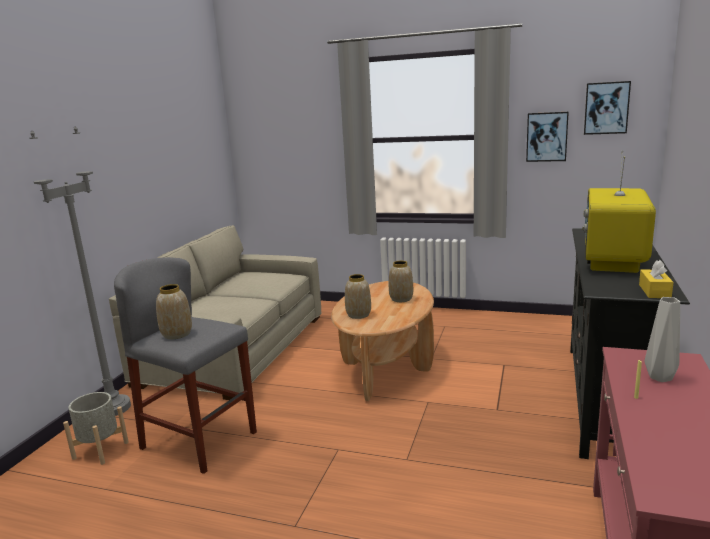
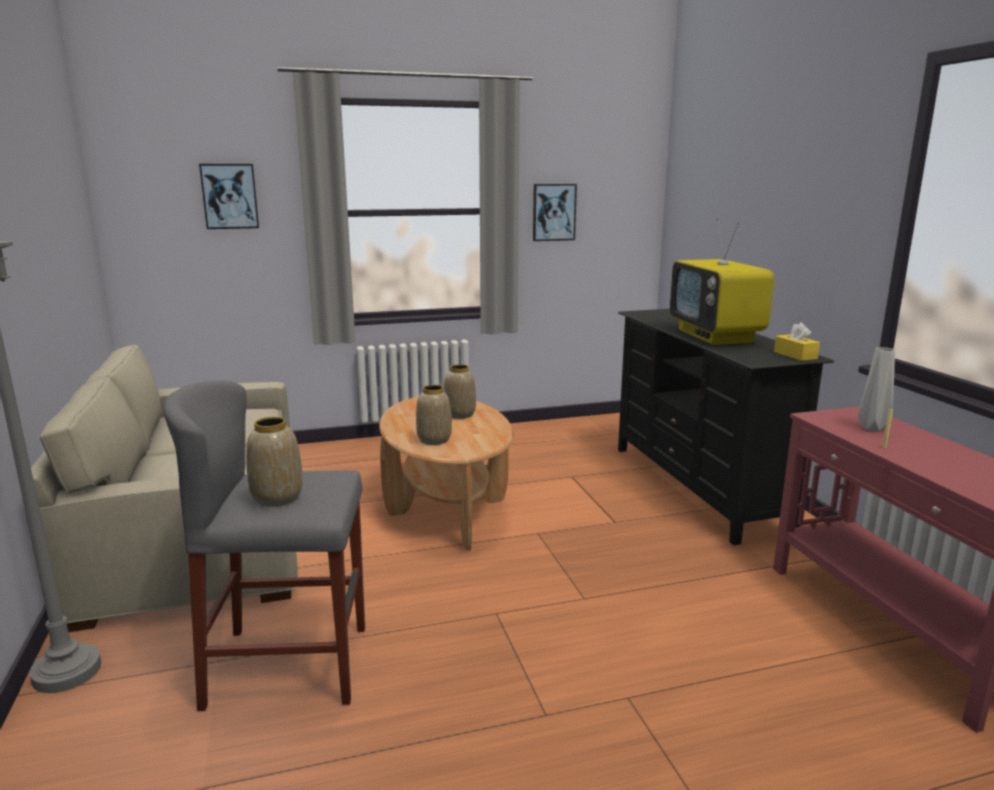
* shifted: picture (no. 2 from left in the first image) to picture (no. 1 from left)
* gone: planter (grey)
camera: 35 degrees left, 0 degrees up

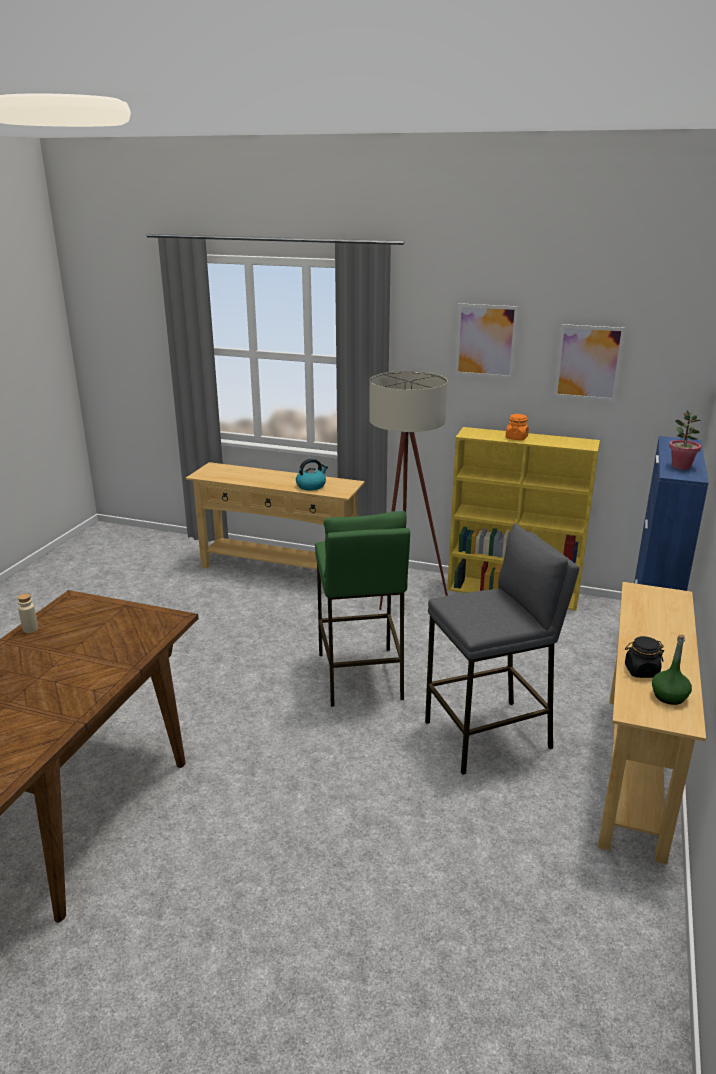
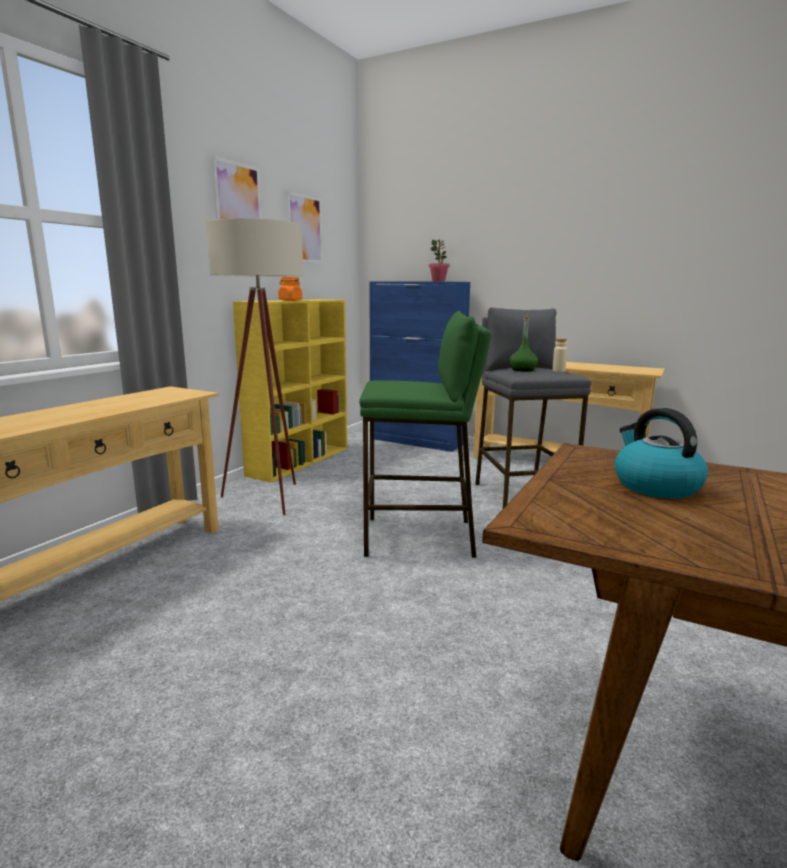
* shifted: bottle (green)
* shifted: bottle (beige)
* shifted: kettle
* gone: jar (black)
camera: 80 degrees left, 10 degrees down

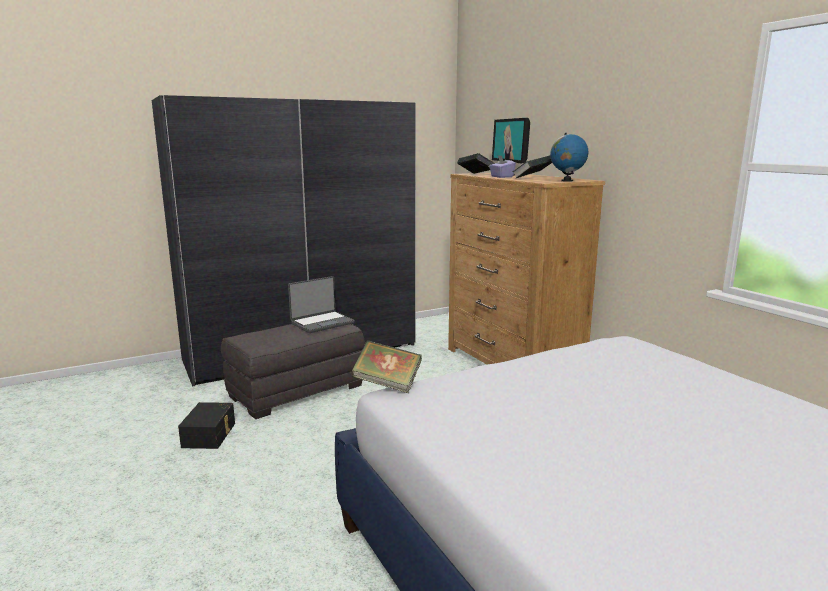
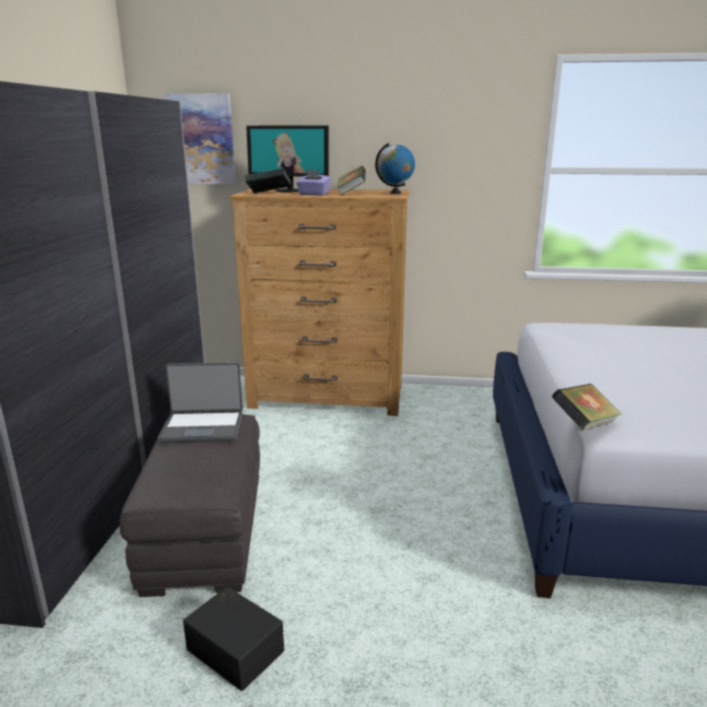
* rotated: laptop 90 degrees clockwise
* new: picture
camera: 55 degrees left, 5 degrees up

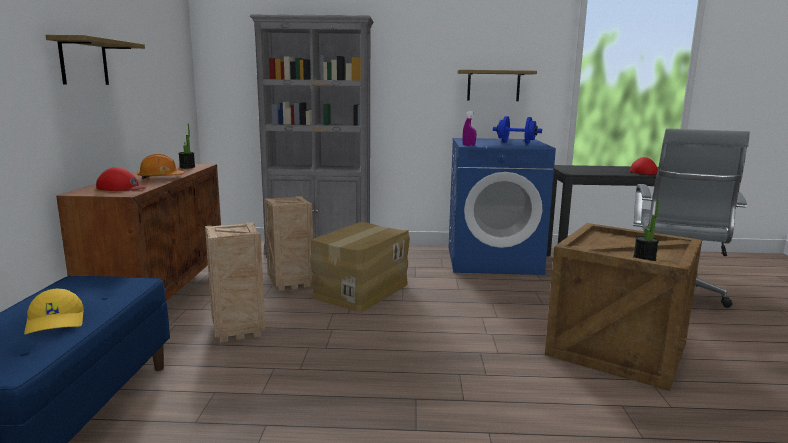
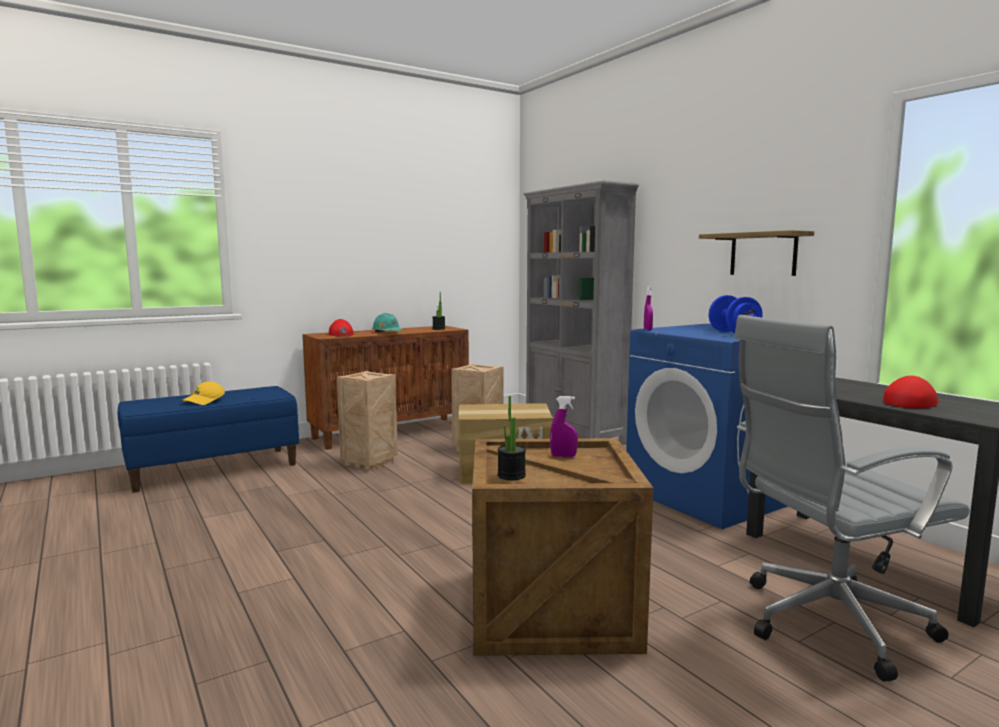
* repainted: hard hat (orange) to hard hat (turquoise)
* new: spray bottle (purple) (no. 1 from left)
* gone: shelf (no. 1 from left)
camera: 55 degrees right, 5 degrees down

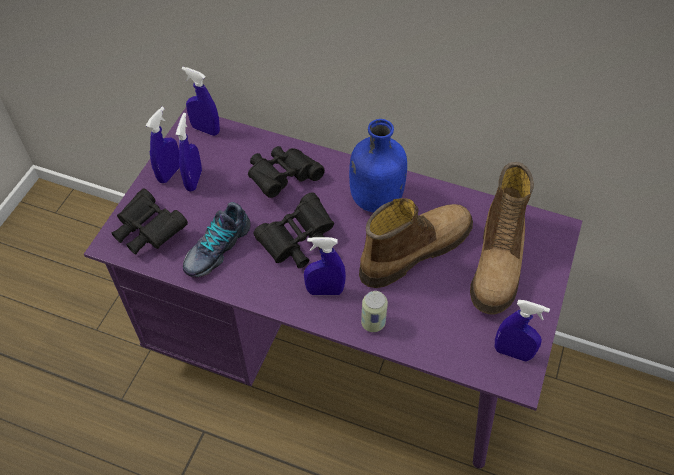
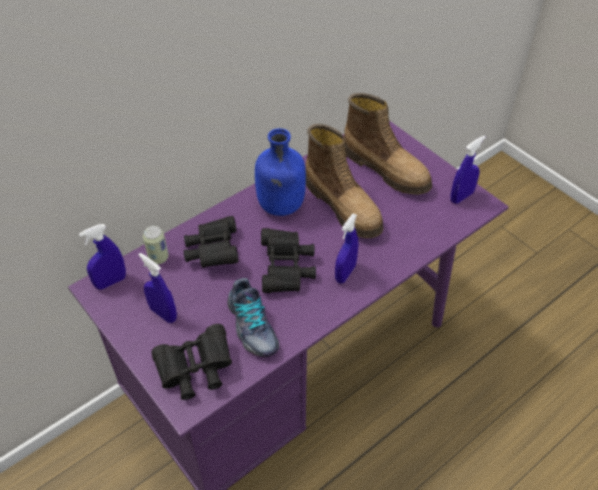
* shifted: can
* rotated: boot (no. 1 from left) 150 degrees clockwise
* gone: spray bottle (blue) (no. 1 from left)
camera: 60 degrees left, 5 degrees down

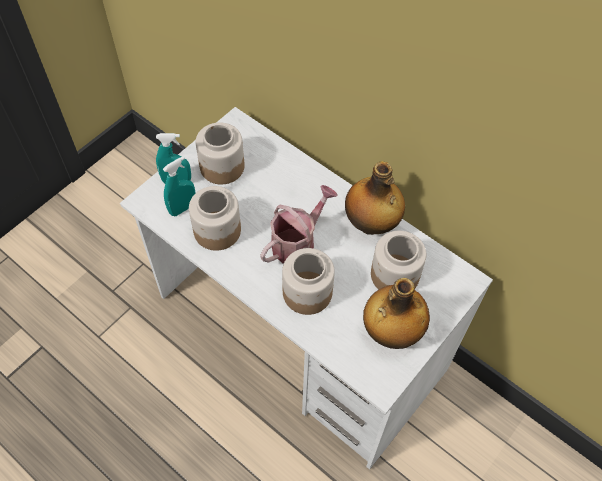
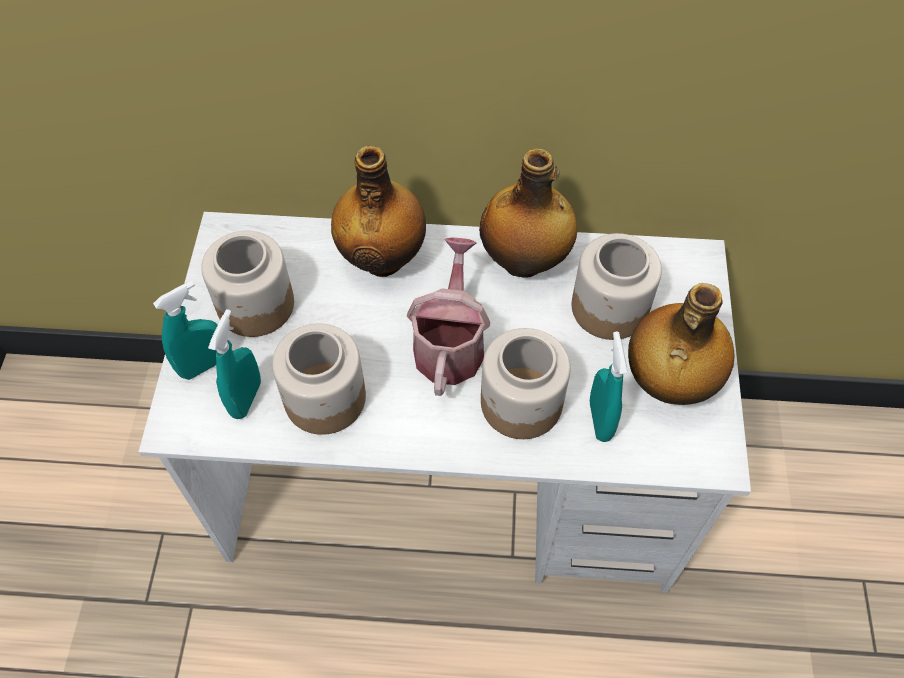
* new: bottle (no. 1 from left)
* new: spray bottle (turquoise) (no. 3 from left)
camera: 35 degrees left, 0 degrees up

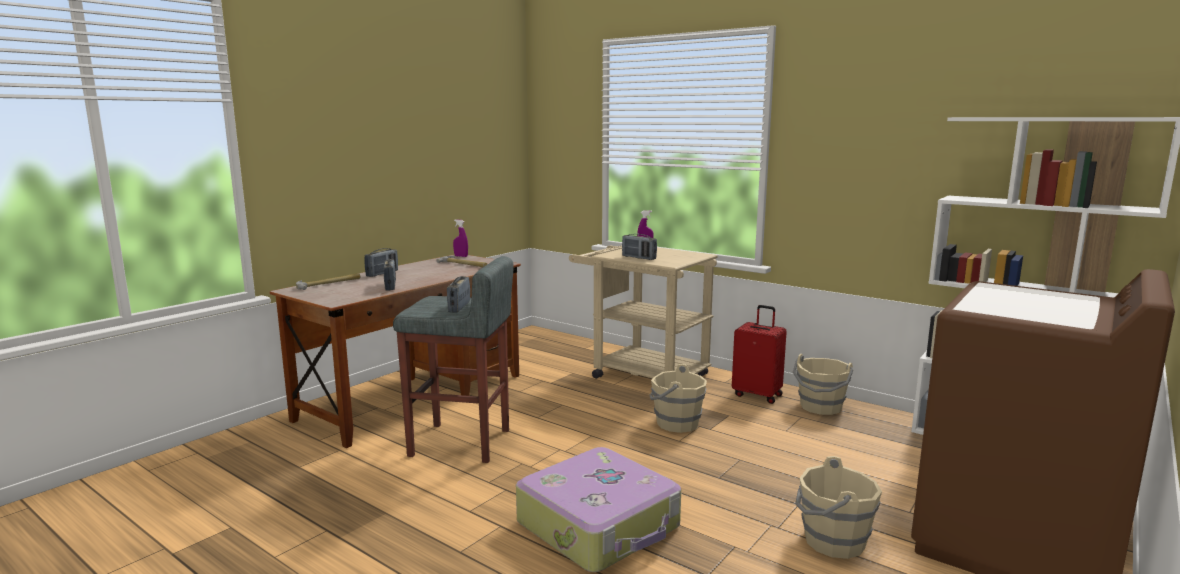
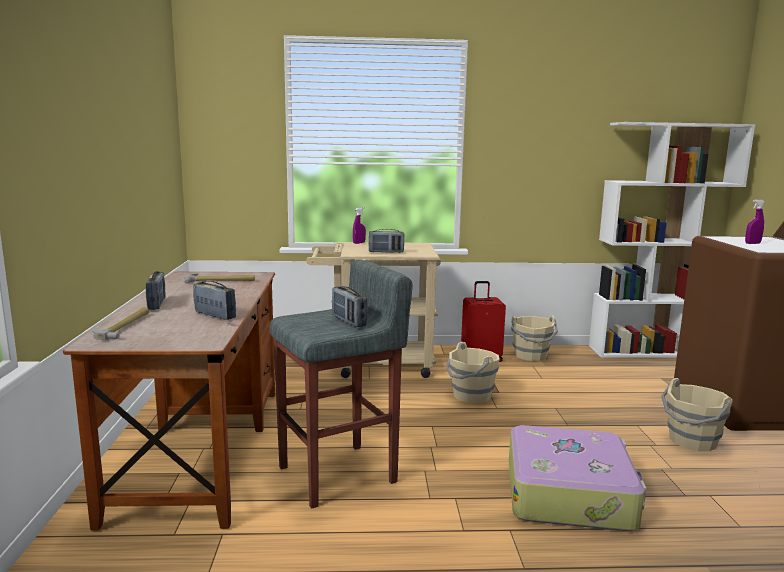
* shifted: spray bottle (purple) (no. 1 from left in the first image) to spray bottle (purple) (no. 2 from left)
camera: 40 degrees left, 0 degrees up

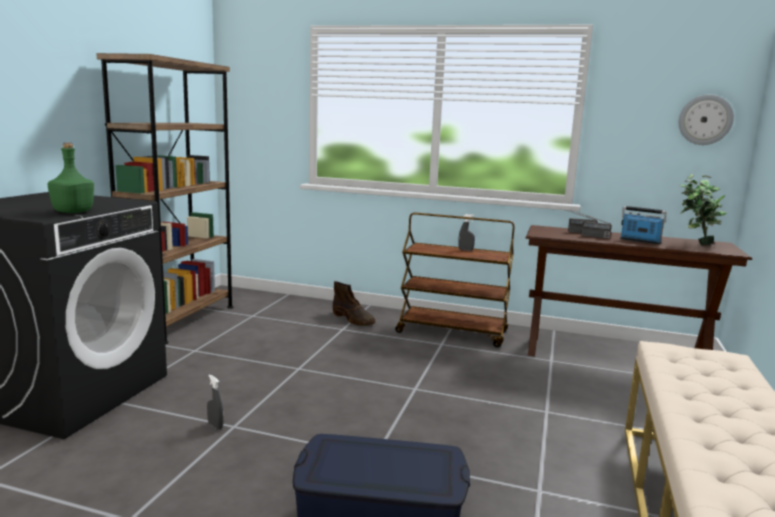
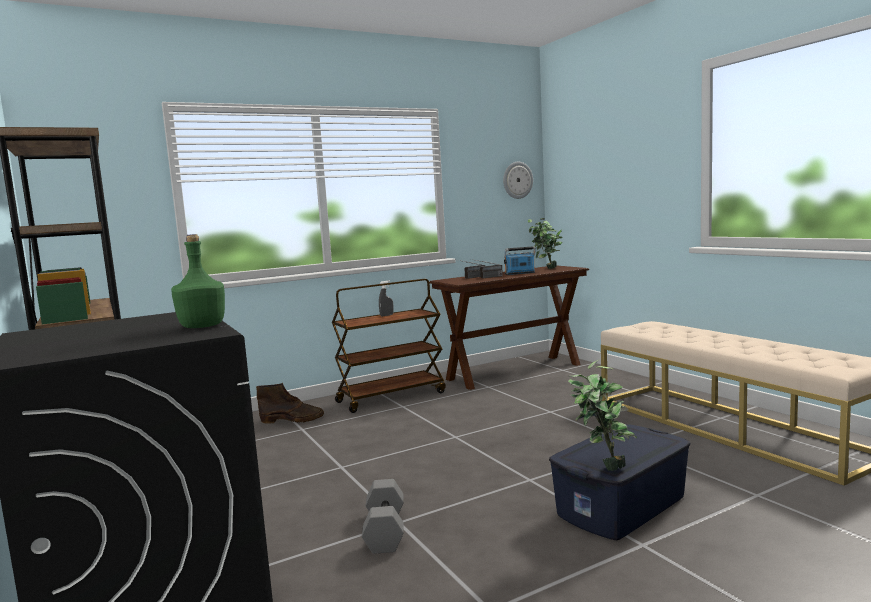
* swapped: spray bottle (grey) (no. 1 from left) to dumbbell (grey)
* new: potted plant (no. 2 from left)
camera: 45 degrees left, 5 degrees down

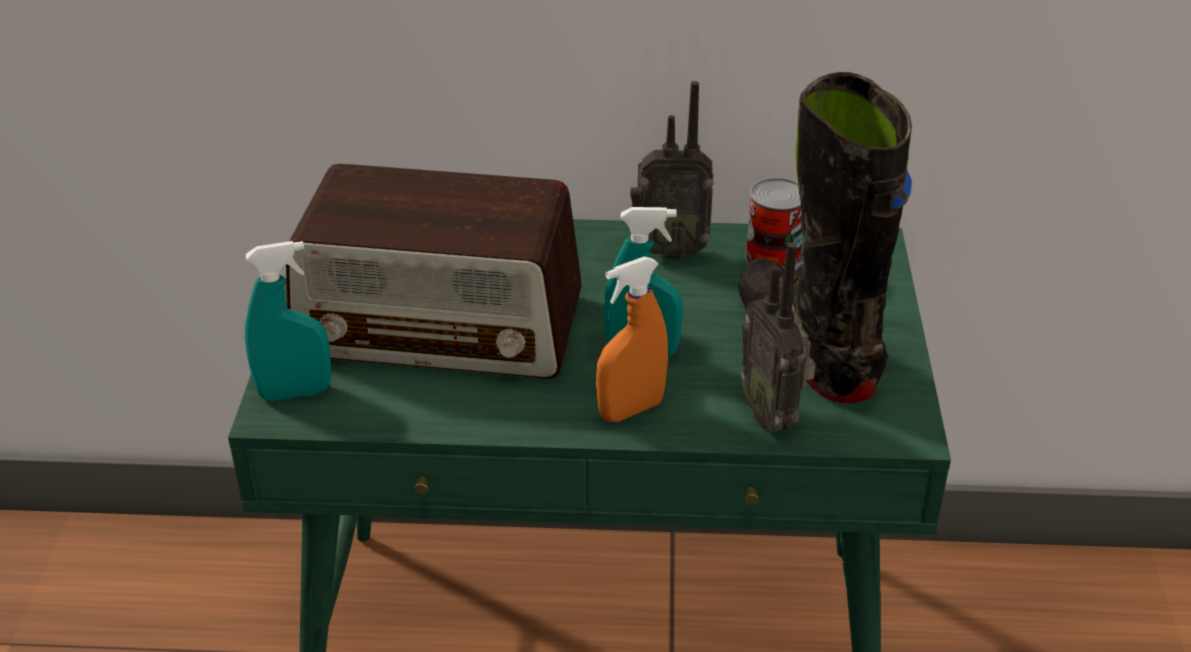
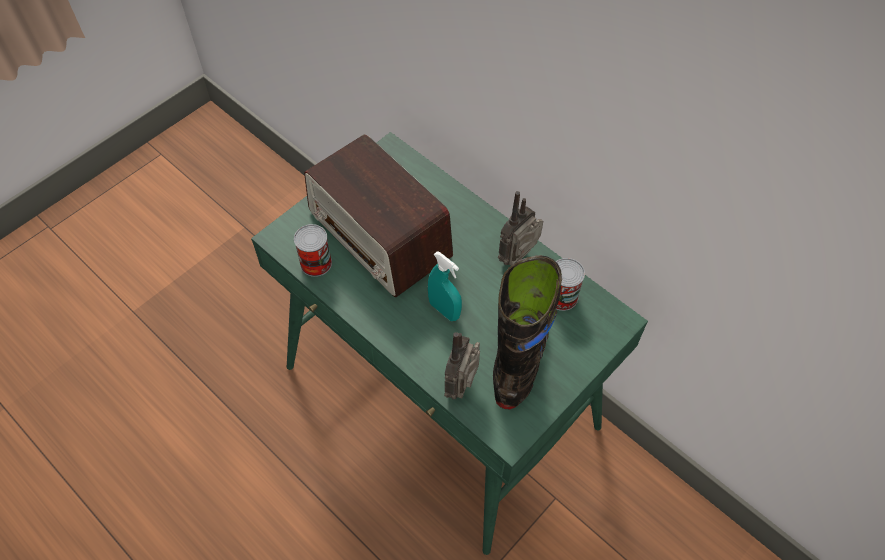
* new: can (no. 1 from left)
* rotated: radio (no. 2 from left in the first image) 90 degrees clockwise
* gone: spray bottle (turquoise) (no. 1 from left)
* gone: spray bottle (orange)
camera: 40 degrees right, 20 degrees up

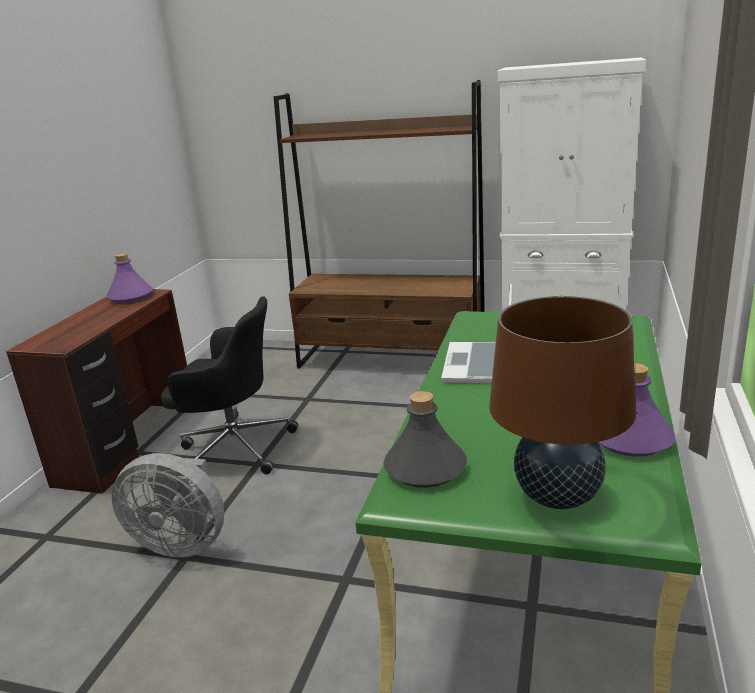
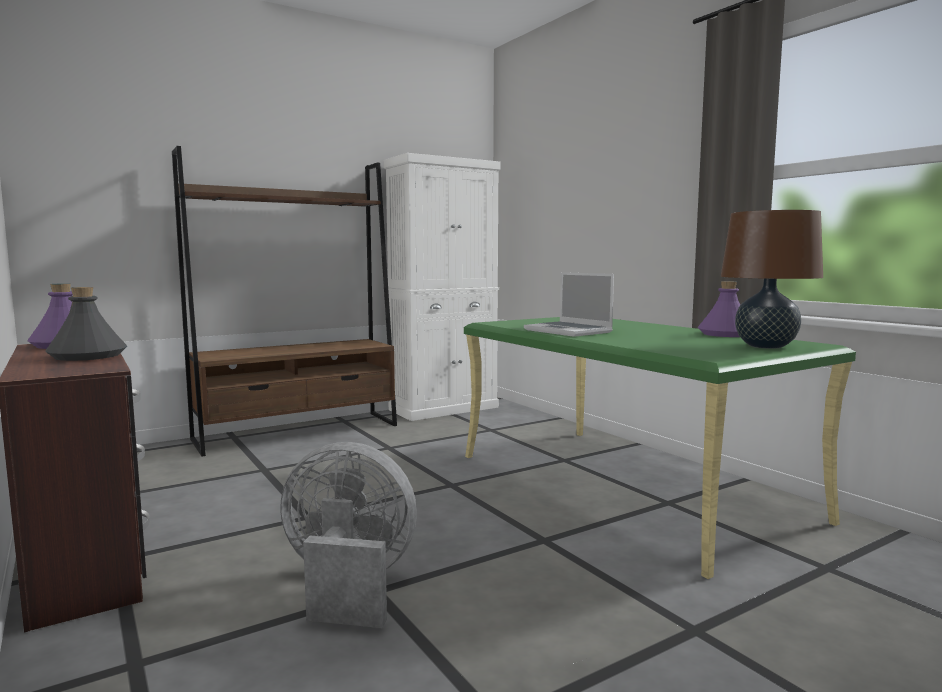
* shifted: bottle (grey)
* rotated: fan (grey) 135 degrees counterclockwise
* gone: office chair (black)
camera: 50 degrees left, 15 degrees down

